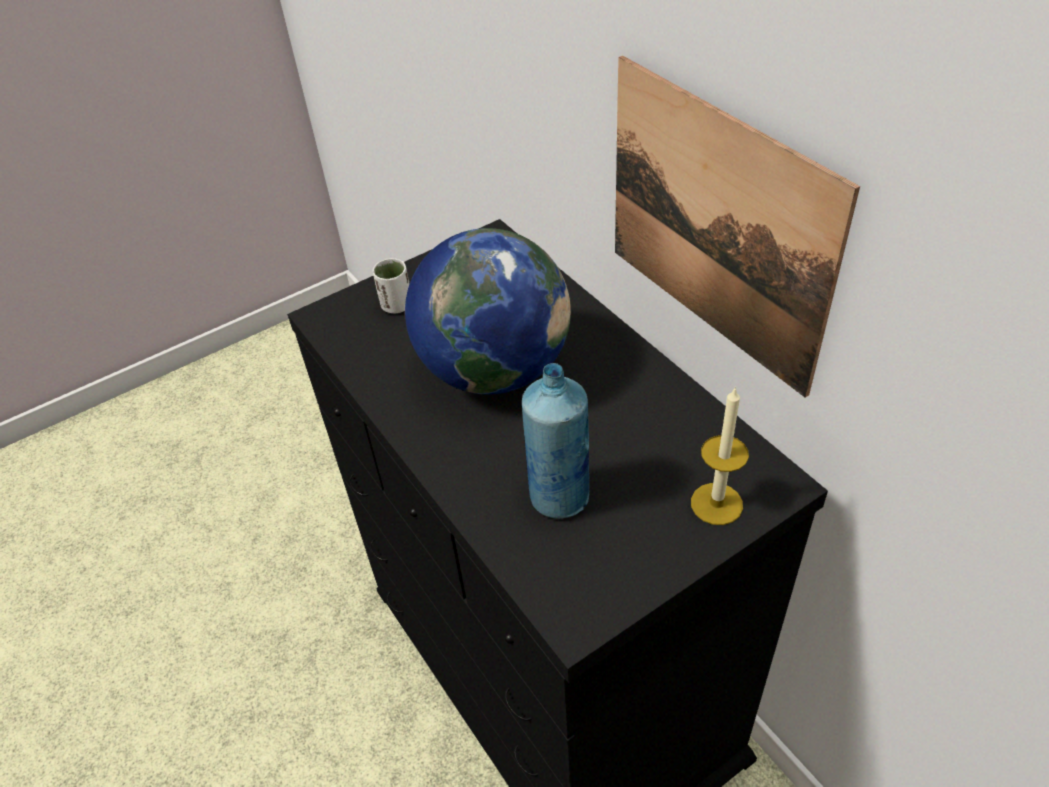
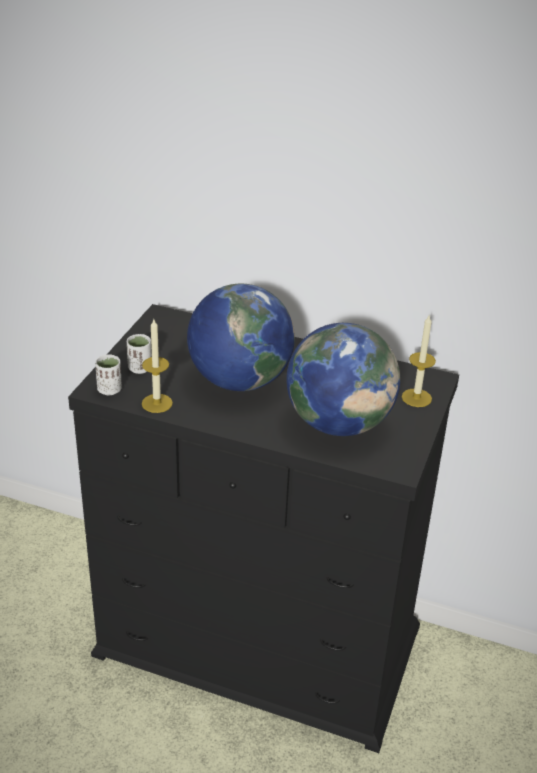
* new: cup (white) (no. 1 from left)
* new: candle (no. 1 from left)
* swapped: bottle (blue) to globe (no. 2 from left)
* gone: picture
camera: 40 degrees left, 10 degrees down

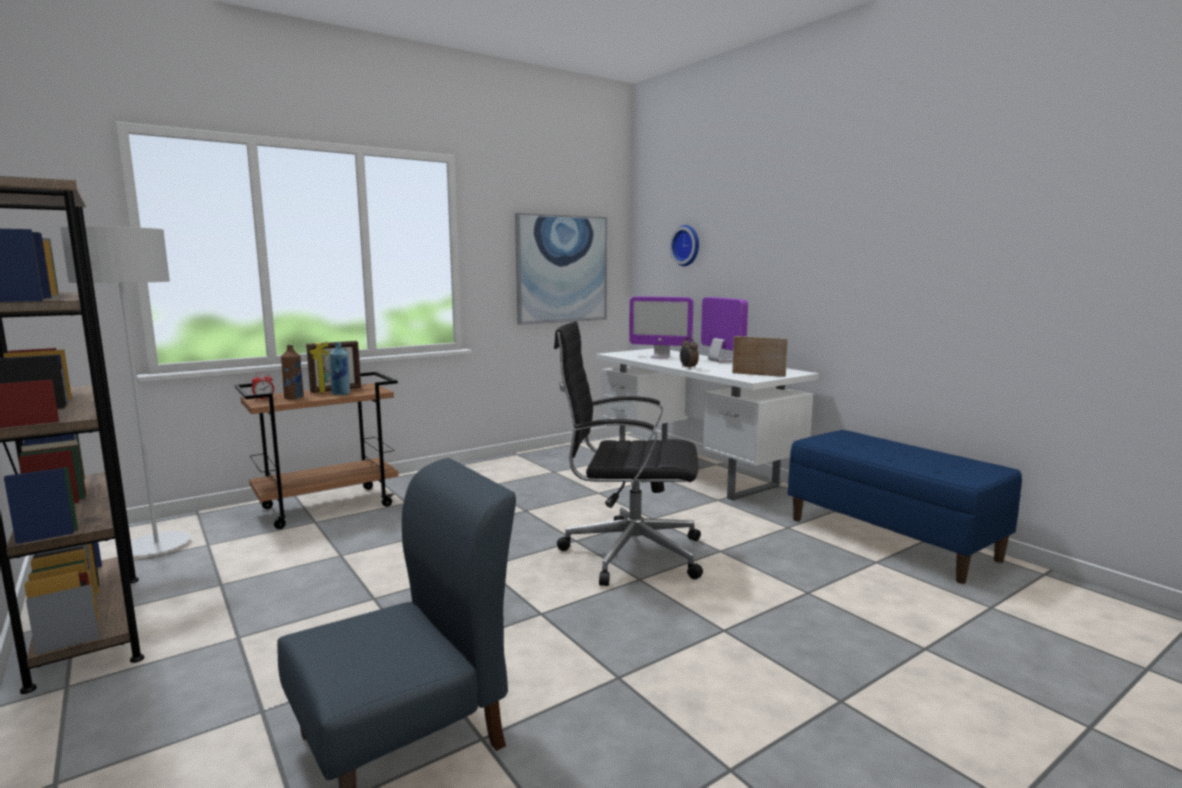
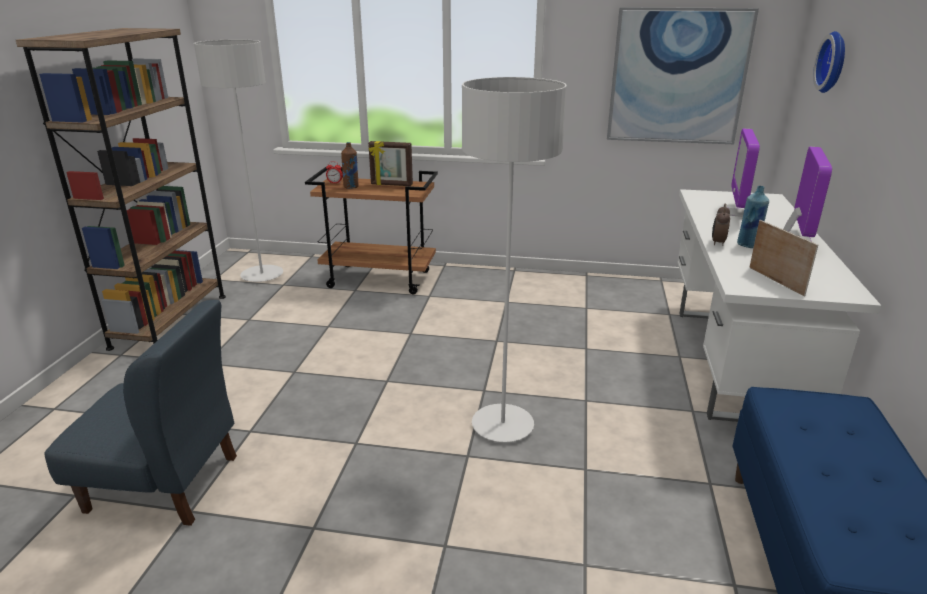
* swapped: office chair (black) to floor lamp (grey) (no. 2 from left)
* rotated: monitor (no. 1 from left) 45 degrees clockwise
* shifted: bottle (blue)
camera: 45 degrees right, 15 degrees up

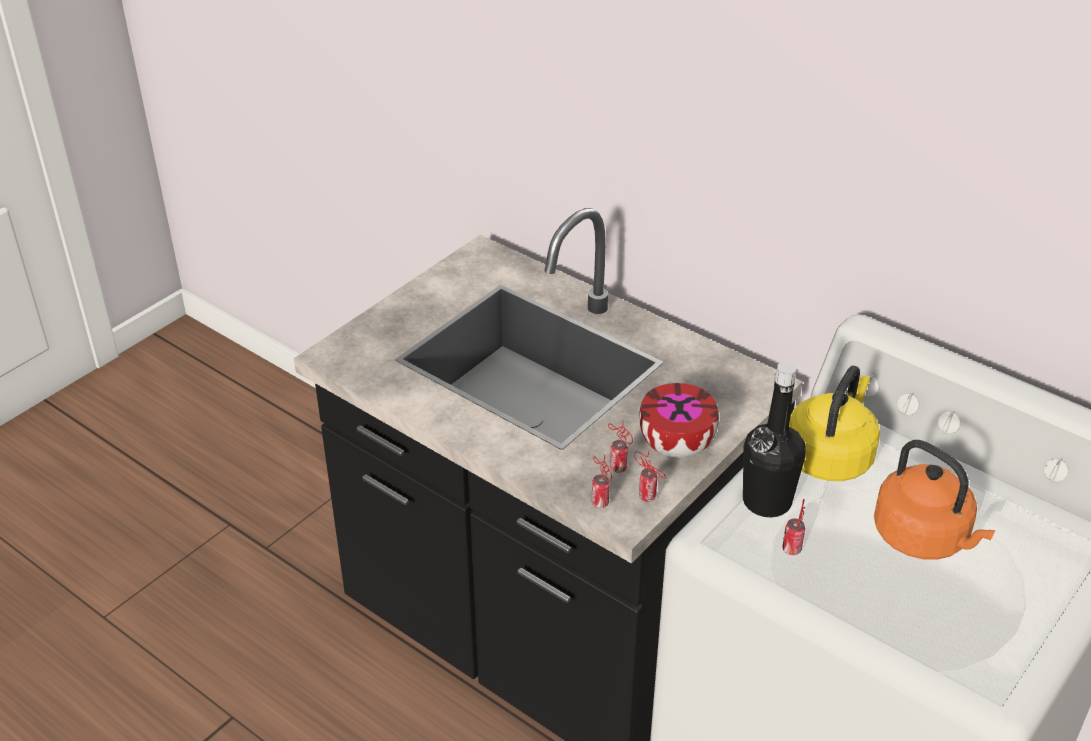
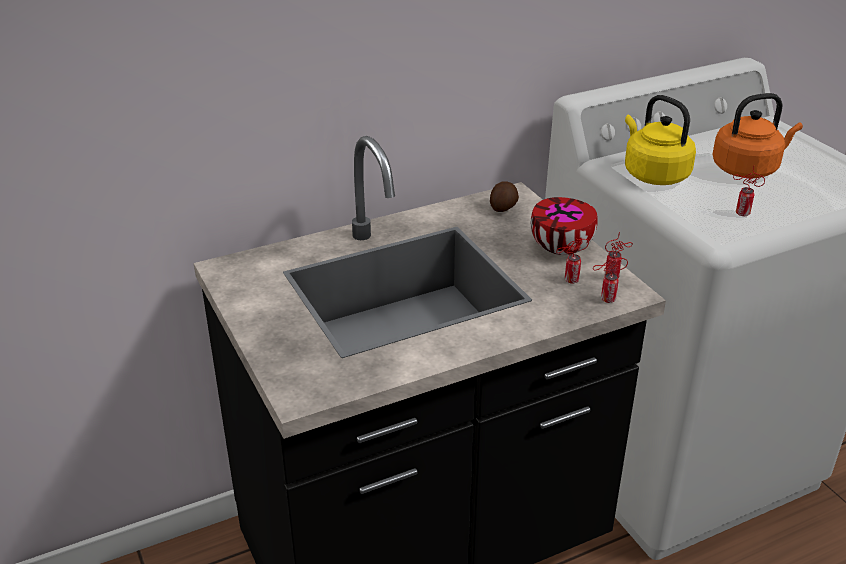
* new: potato
* gone: bottle (black)
camera: 65 degrees left, 5 degrees down

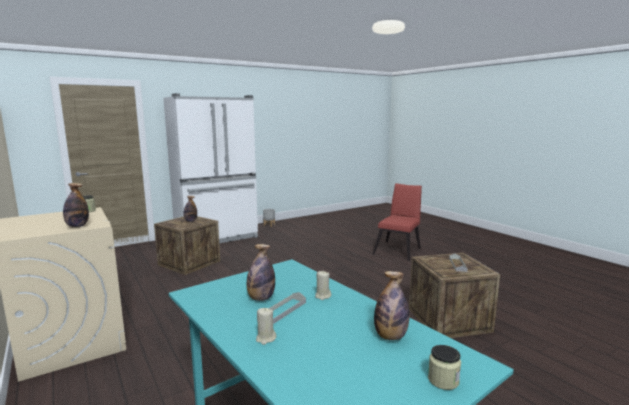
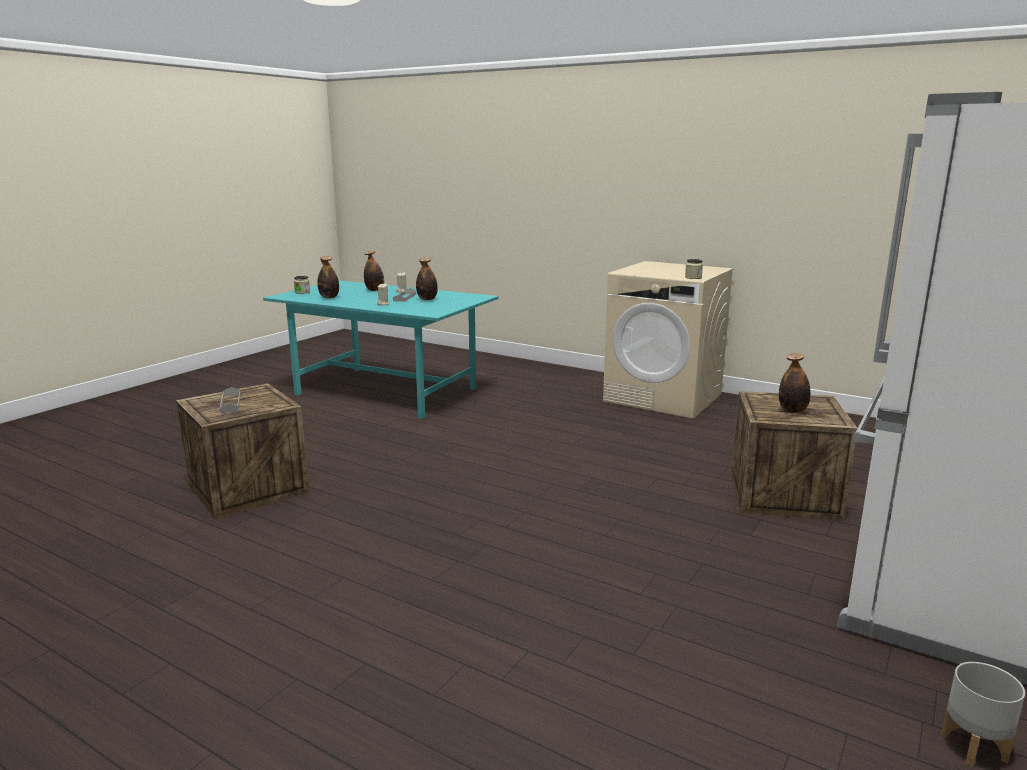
* shifted: bottle (no. 1 from left in the first image) to bottle (no. 2 from left)
* gone: chair (red)
camera: 155 degrees right, 5 degrees up

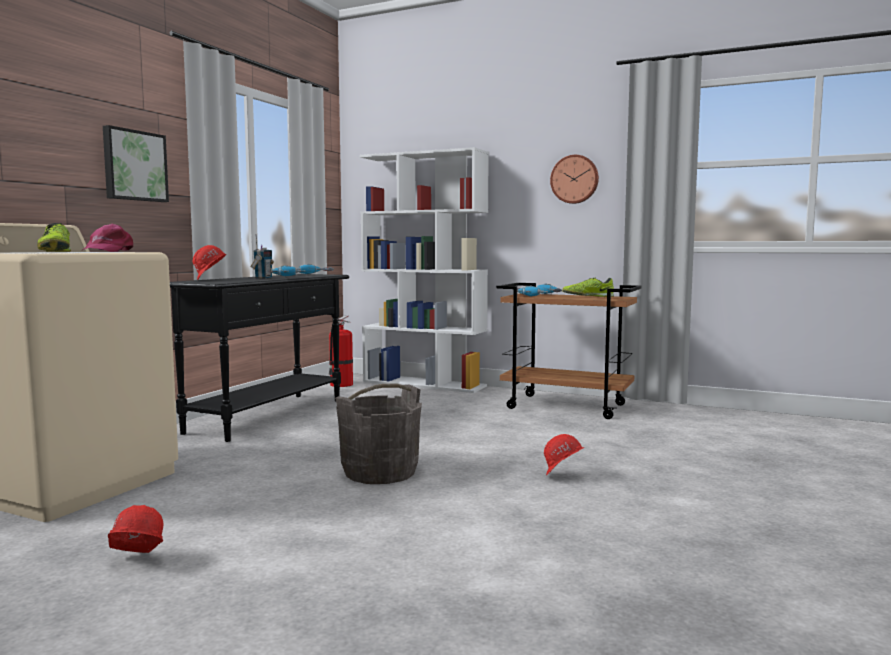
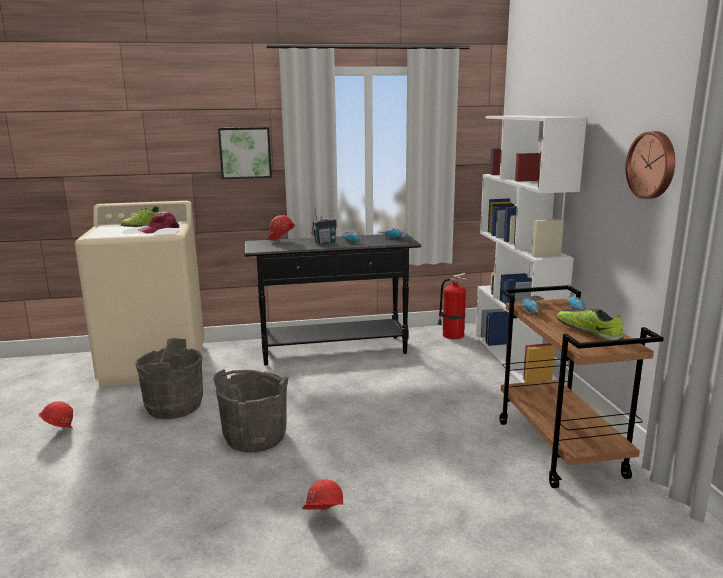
* new: bucket (grey) (no. 1 from left)
camera: 55 degrees right, 10 degrees up

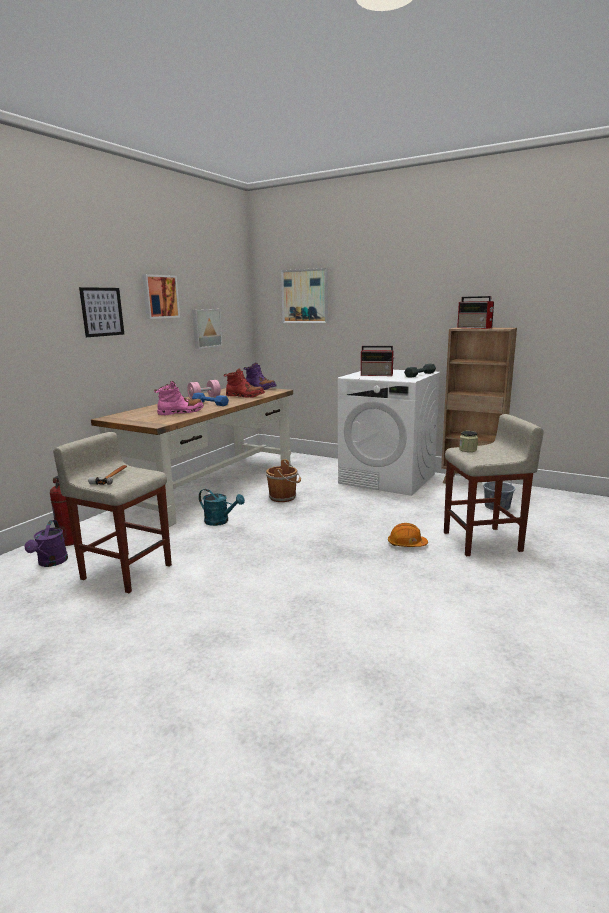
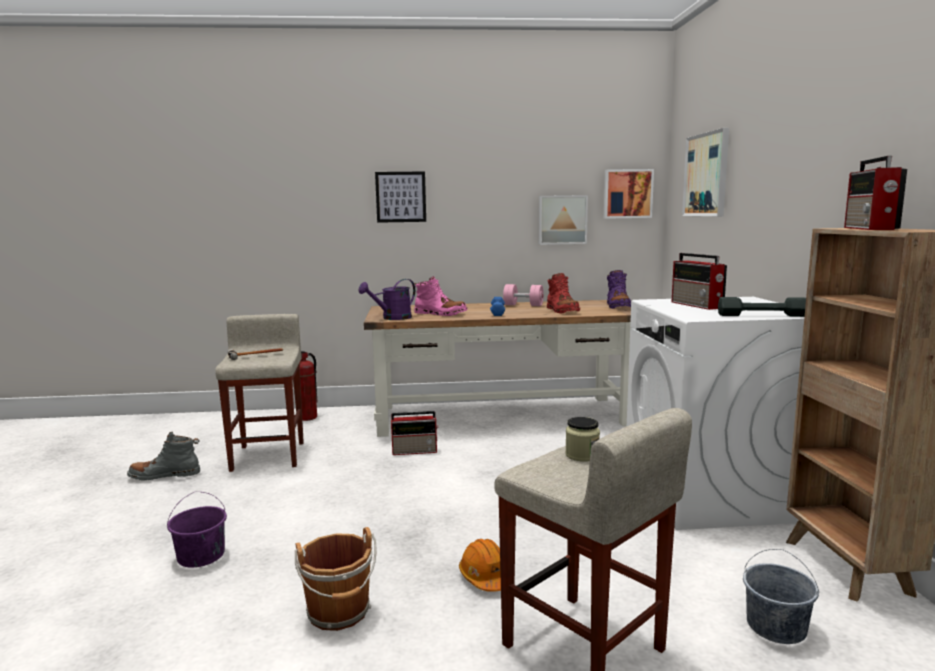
* new: boot (grey)
* new: bucket (purple)
* shifted: bucket (brown)
* shifted: watering can (purple)
* swapped: watering can (turquoise) to radio (no. 1 from left)
* shifted: picture (no. 2 from left in the first image) to picture (no. 3 from left)
camera: 55 degrees right, 5 degrees down

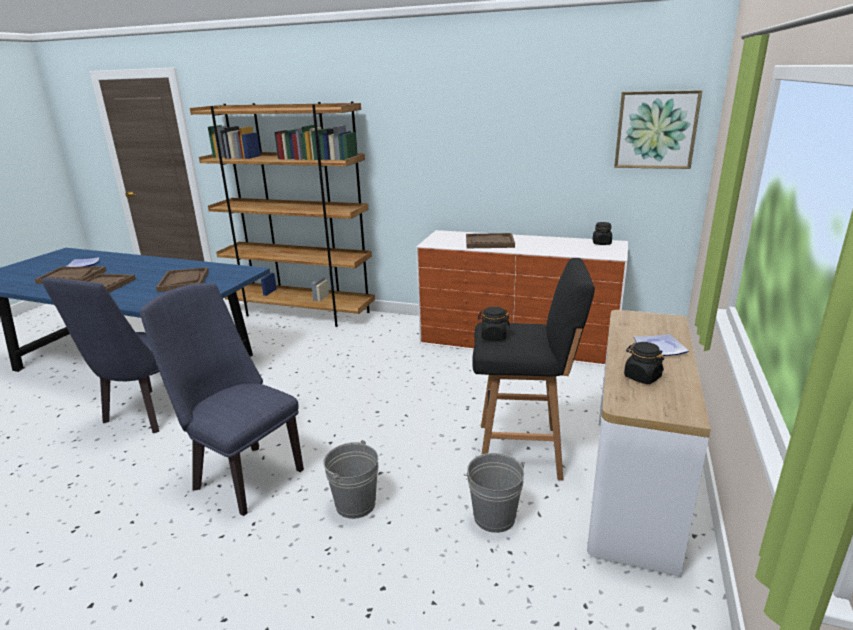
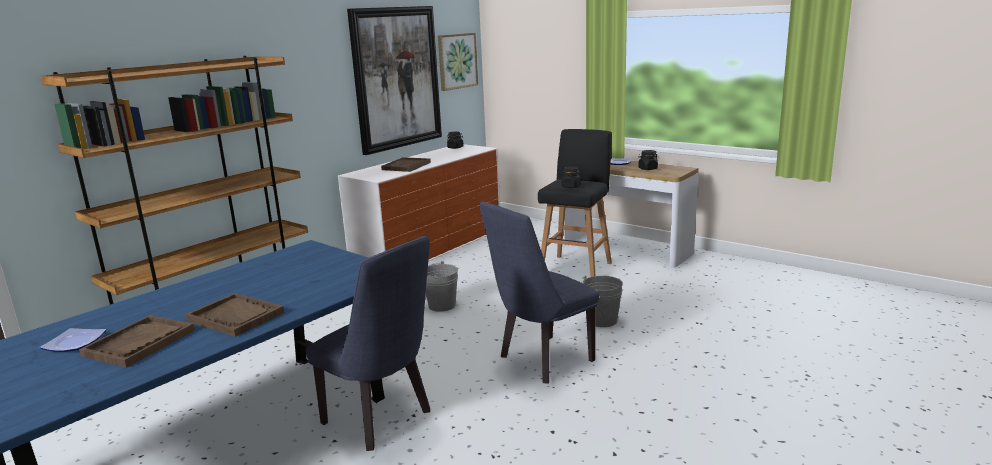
* new: picture (no. 1 from left)
* shifted: bucket (grey) (no. 2 from left in the first image) to bucket (grey) (no. 1 from left)
* gone: tray (brown) (no. 3 from left)
camera: 70 degrees left, 5 degrees down

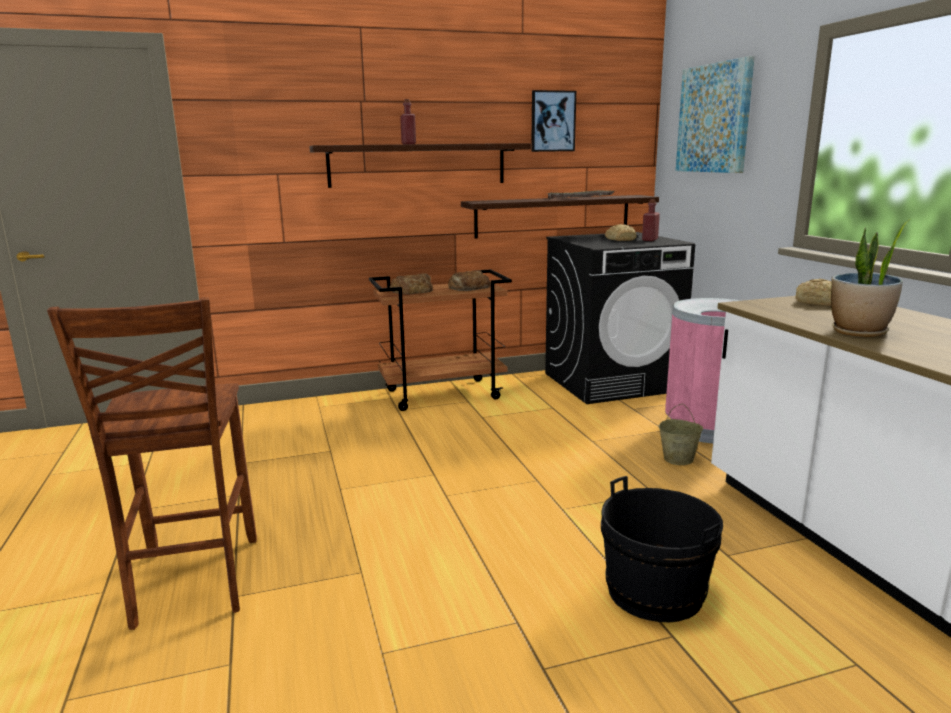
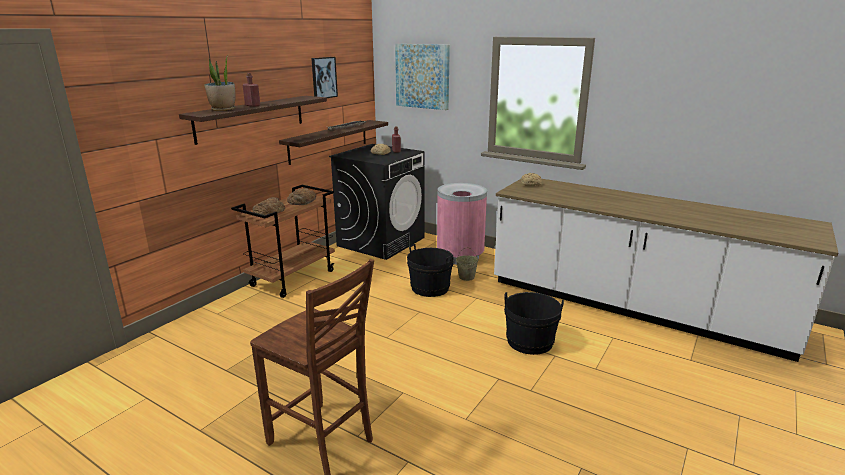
* shifted: potted plant
* new: bucket (black) (no. 1 from left)
camera: 40 degrees left, 5 degrees up

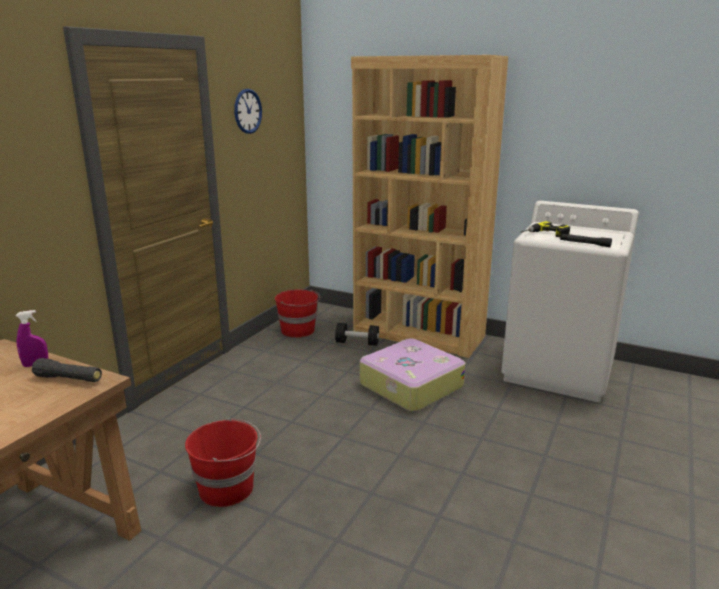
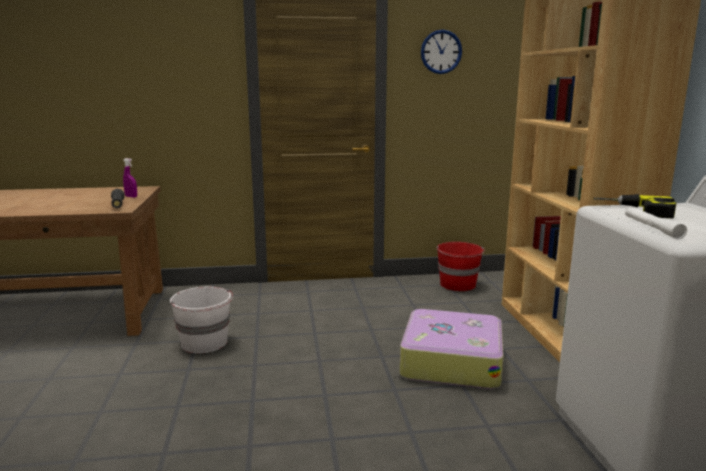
* repainted: bucket (red) (no. 1 from left) to bucket (white)
* repainted: flashlight (black) (no. 2 from left) to flashlight (white)
* gone: dumbbell (black)
camera: 55 degrees right, 5 degrees down

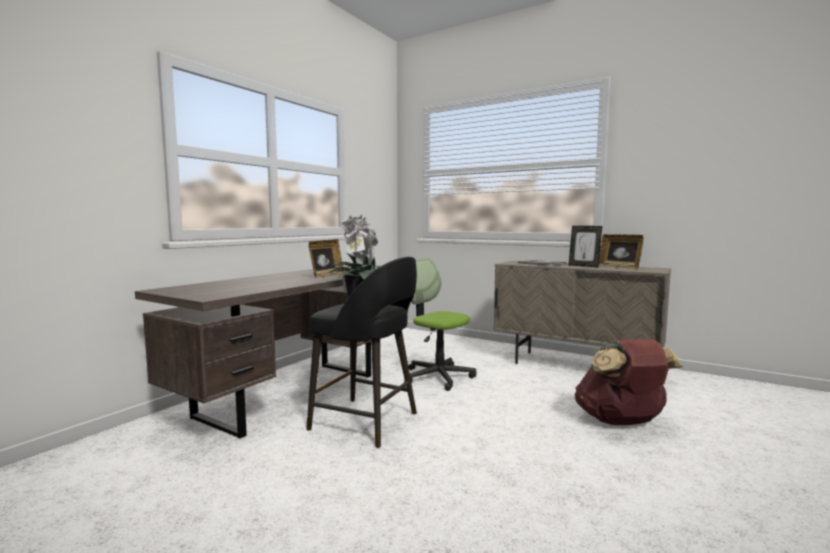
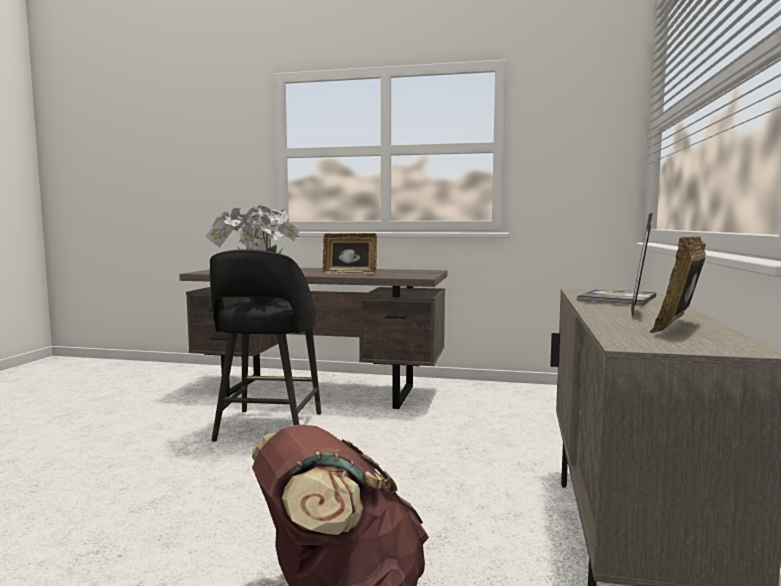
* gone: office chair
camera: 70 degrees right, 0 degrees up

